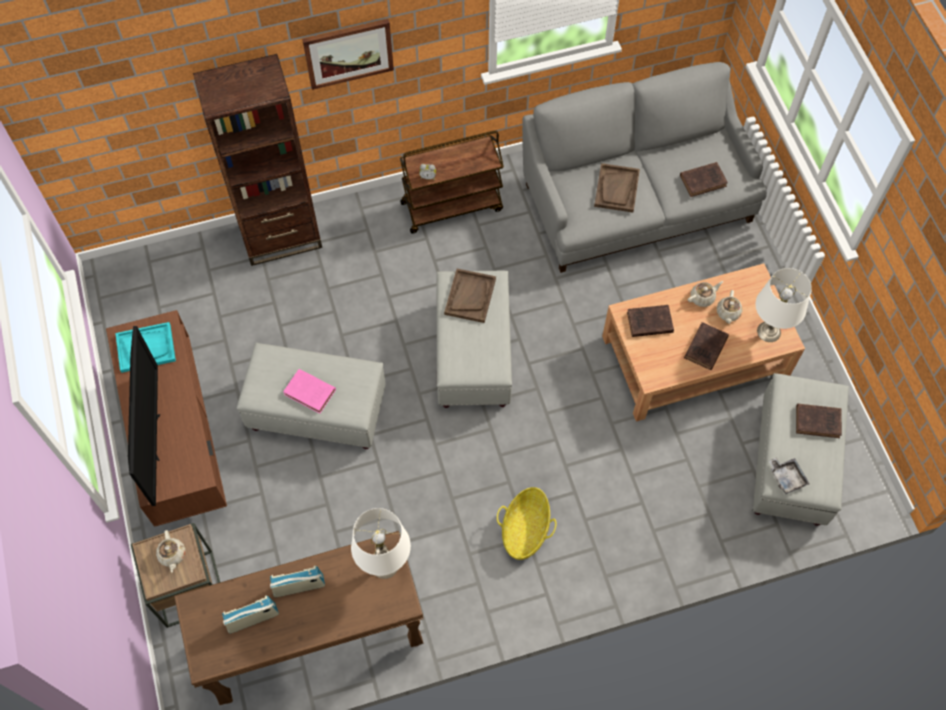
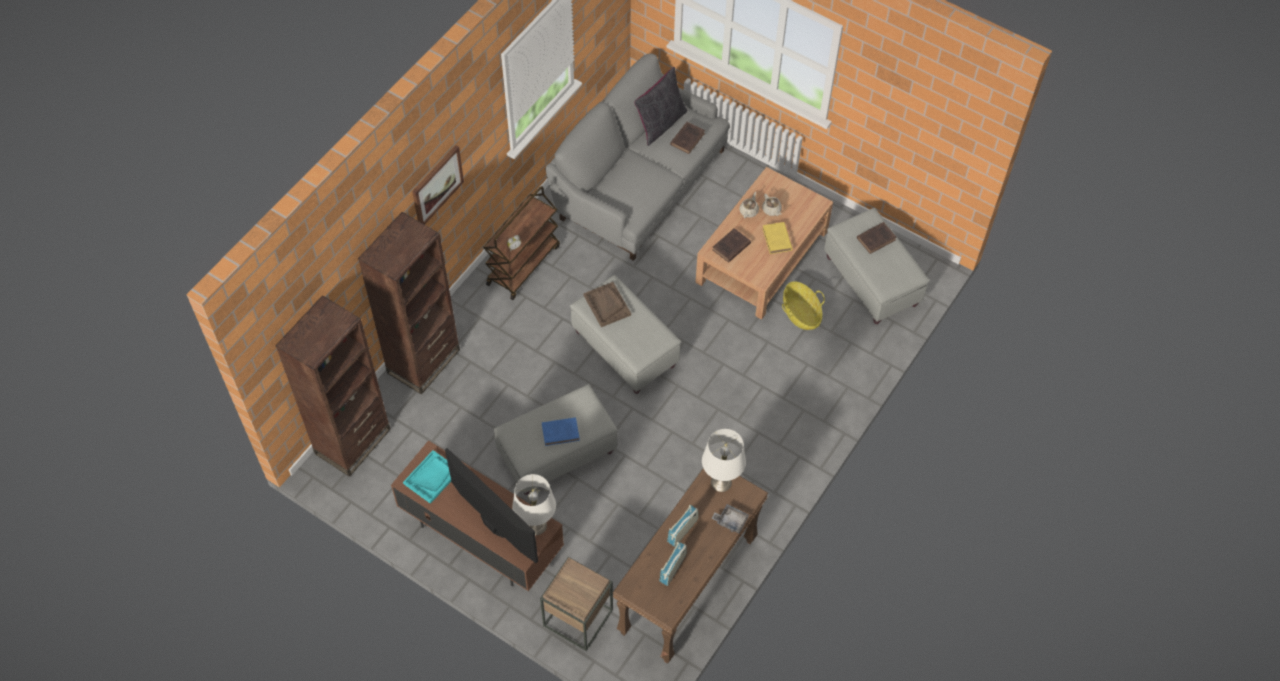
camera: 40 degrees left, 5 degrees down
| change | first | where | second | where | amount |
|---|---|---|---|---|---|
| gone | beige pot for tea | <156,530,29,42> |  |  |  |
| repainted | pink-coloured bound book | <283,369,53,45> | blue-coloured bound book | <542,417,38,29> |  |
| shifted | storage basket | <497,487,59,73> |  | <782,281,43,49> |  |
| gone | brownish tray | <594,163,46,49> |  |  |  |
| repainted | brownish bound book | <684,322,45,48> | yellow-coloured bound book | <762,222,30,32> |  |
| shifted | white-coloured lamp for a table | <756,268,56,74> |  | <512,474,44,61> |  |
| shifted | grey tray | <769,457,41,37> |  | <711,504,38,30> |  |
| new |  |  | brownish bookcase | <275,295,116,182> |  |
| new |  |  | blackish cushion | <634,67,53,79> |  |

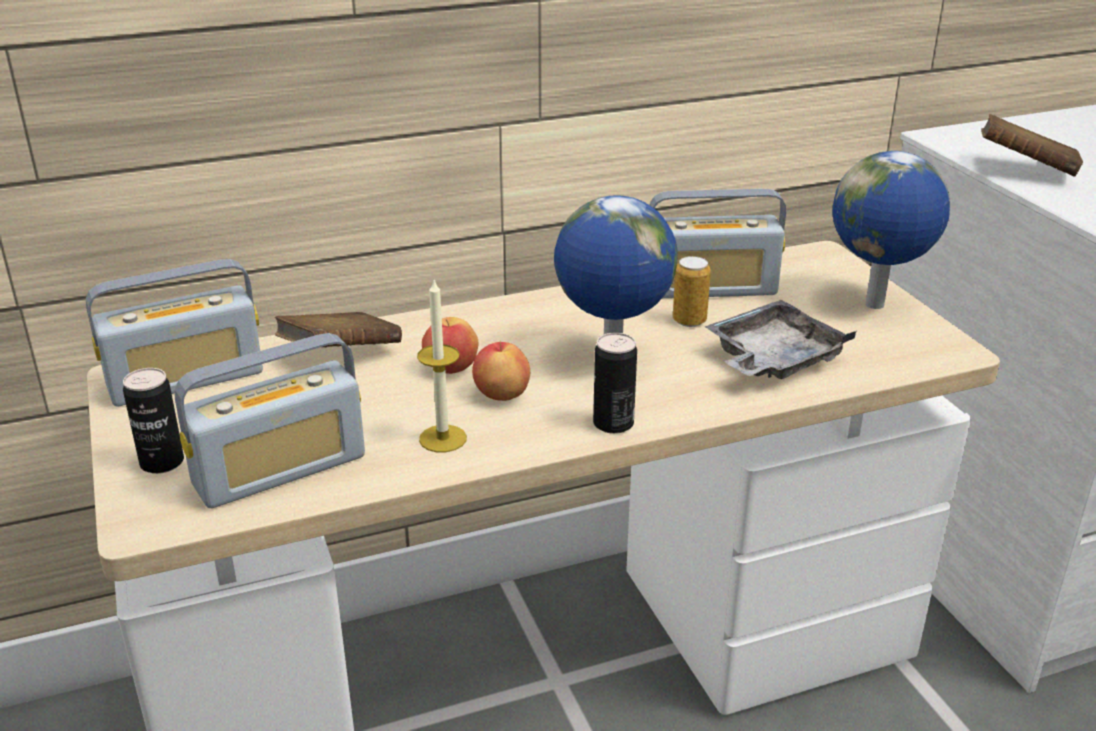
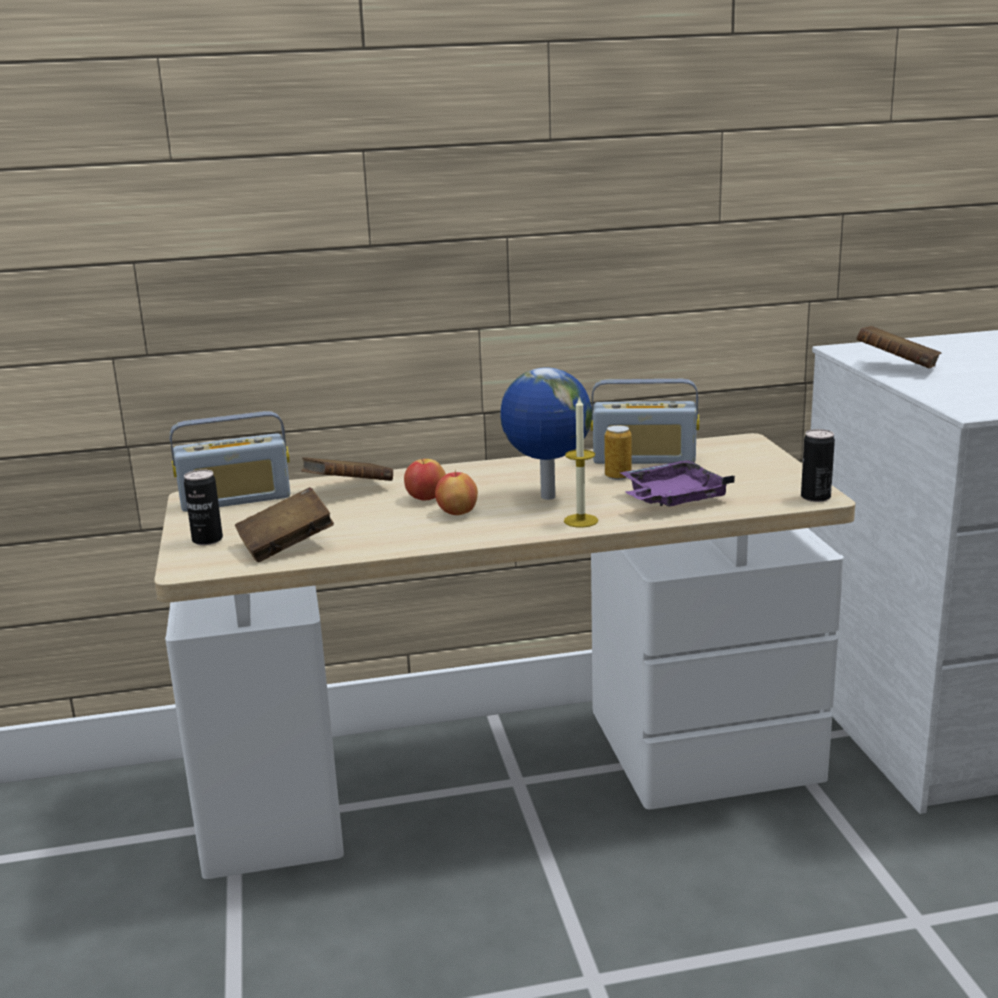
camera: 10 degrees right, 10 degrees down
| change | first | where | second | where | amount |
|---|---|---|---|---|---|
| swapped | radio receiver | <175,333,190,175> | brownish bound book | <235,487,99,75> |  |
| shifted | candle | <417,280,50,172> |  | <564,396,34,132> |  |
| shifted | sealed can | <593,333,44,101> |  | <801,429,34,73> |  |
| repainted | grey tray | <705,300,151,79> | purple-coloured tray | <620,460,115,47> |  |
| gone | globe | <832,151,118,158> |  |  |  |

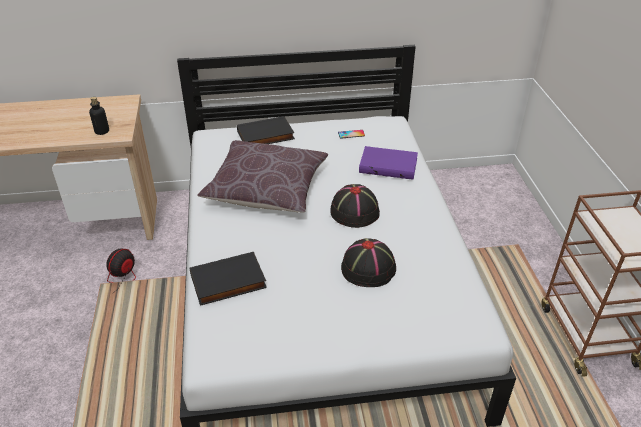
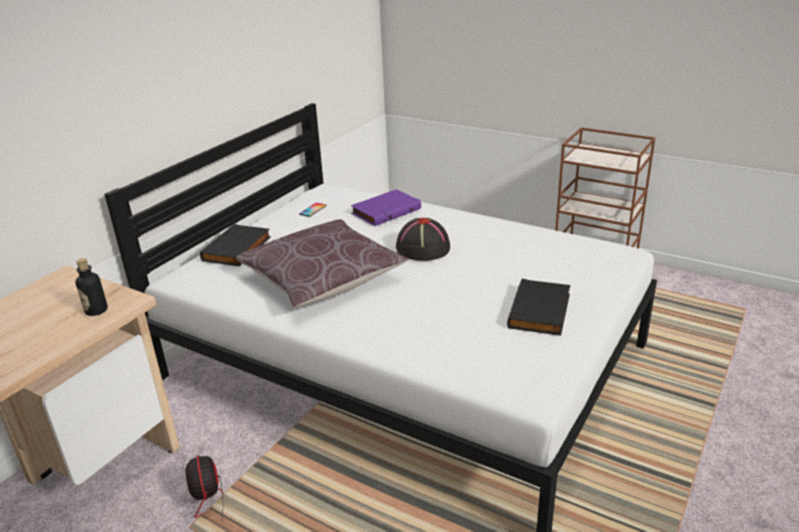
camera: 50 degrees left, 10 degrees down
| change | first | where | second | where | amount |
|---|---|---|---|---|---|
| shifted | blackish bound book | <189,252,78,54> |  | <507,279,63,57> |  |
| gone | blackish clothing hat | <341,238,55,49> |  |  |  |

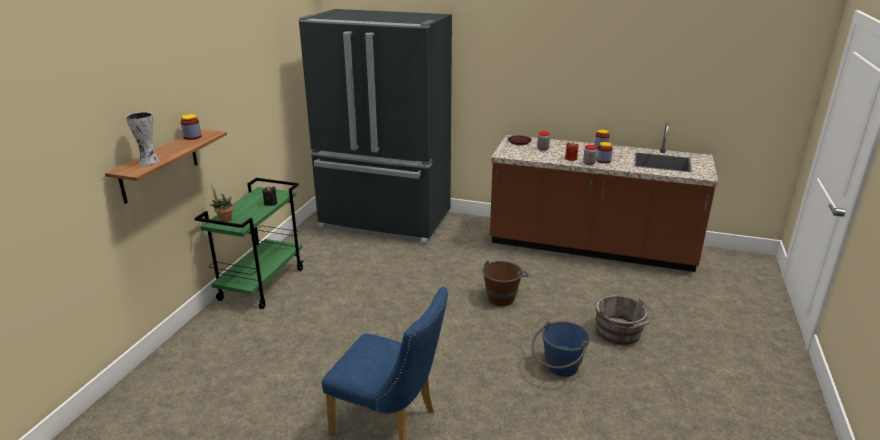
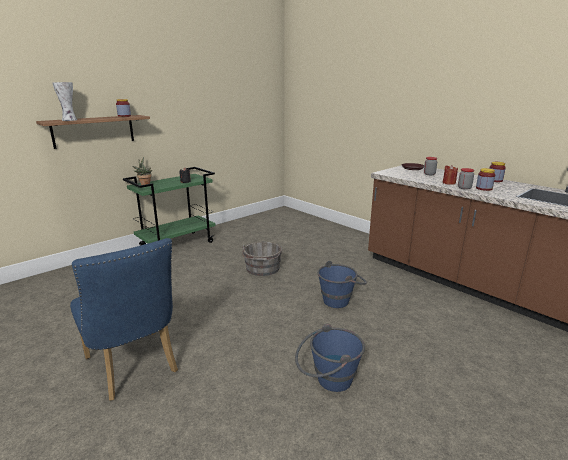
camera: 30 degrees right, 5 degrees down
| change | first | where | second | where | amount |
|---|---|---|---|---|---|
| gone | blackish refrigerator | <298,9,154,236> |  |  |  |
| repainted | brownish bucket | <482,260,47,46> | blue-coloured bucket | <317,261,50,47> |  |
| shifted | grey bucket | <595,295,59,50> |  | <242,242,41,34> |  |

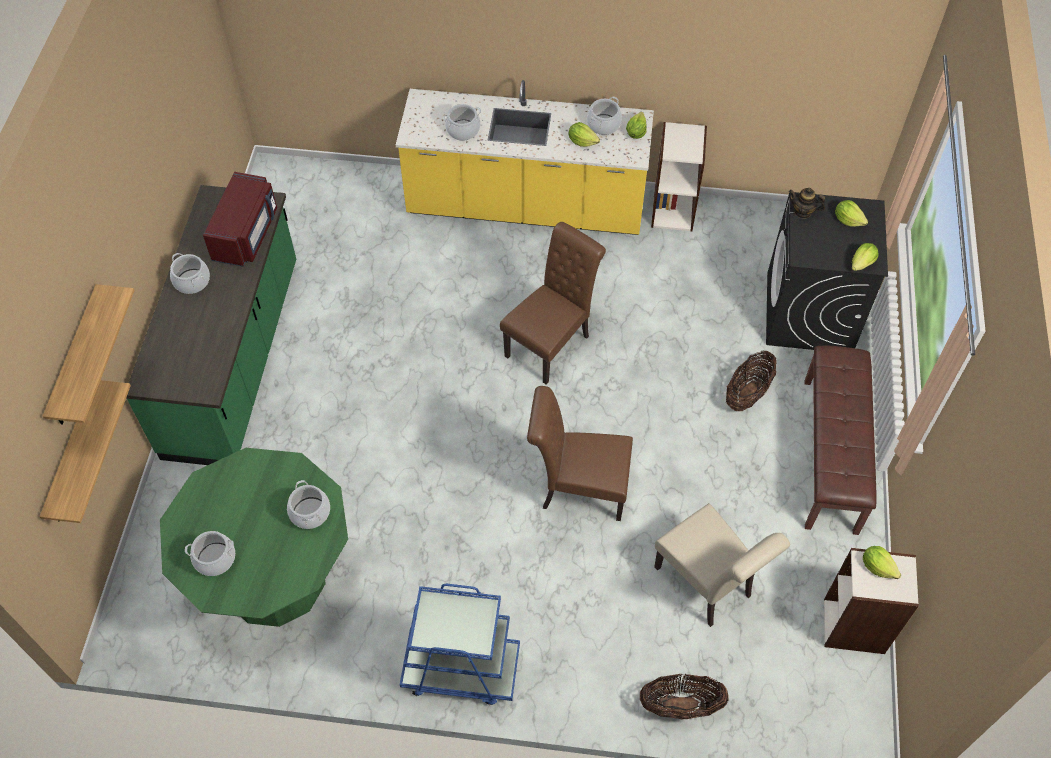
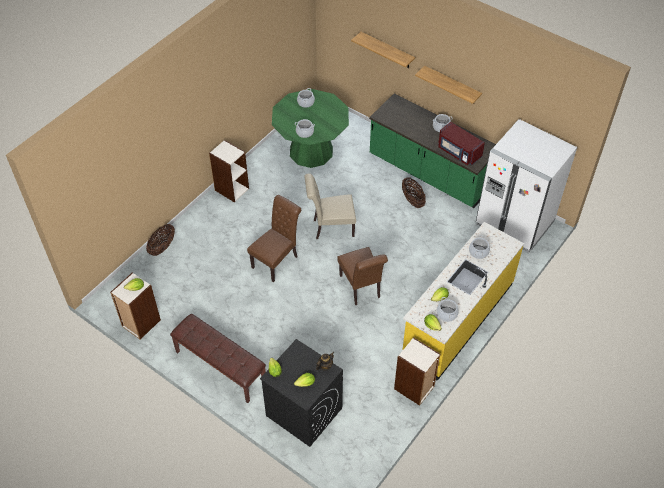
camera: 120 degrees right, 5 degrees down
| change | first | where | second | where | amount |
|---|---|---|---|---|---|
| shifted | wall shelf | <40,380,91,143> |  | <415,66,67,38> |  |
| swapped | blue-coloured trolley | <400,584,120,121> | bookcase | <209,140,40,62> |  |
| shifted | beige chair | <654,503,136,124> |  | <304,173,52,66> |  |
| shifted | storage basket | <726,351,51,60> |  | <402,178,24,30> |  |
| new |  |  | white-coloured refrigerator | <476,119,101,134> |  |

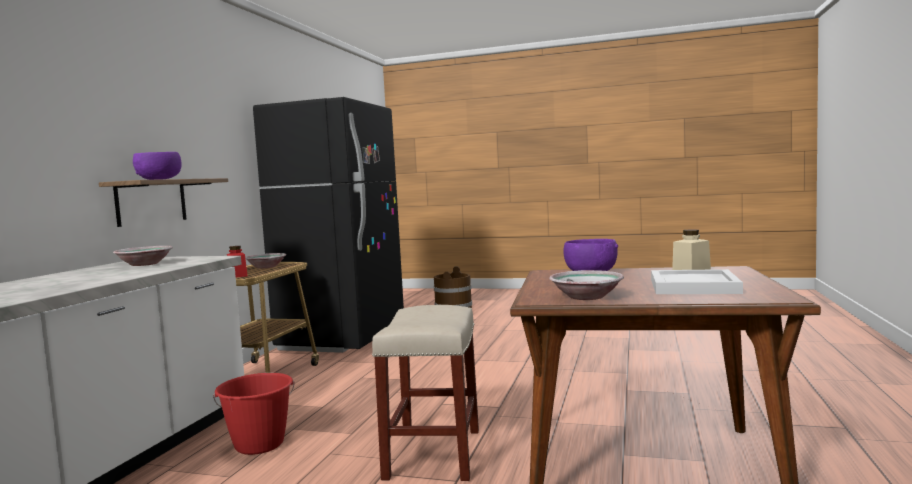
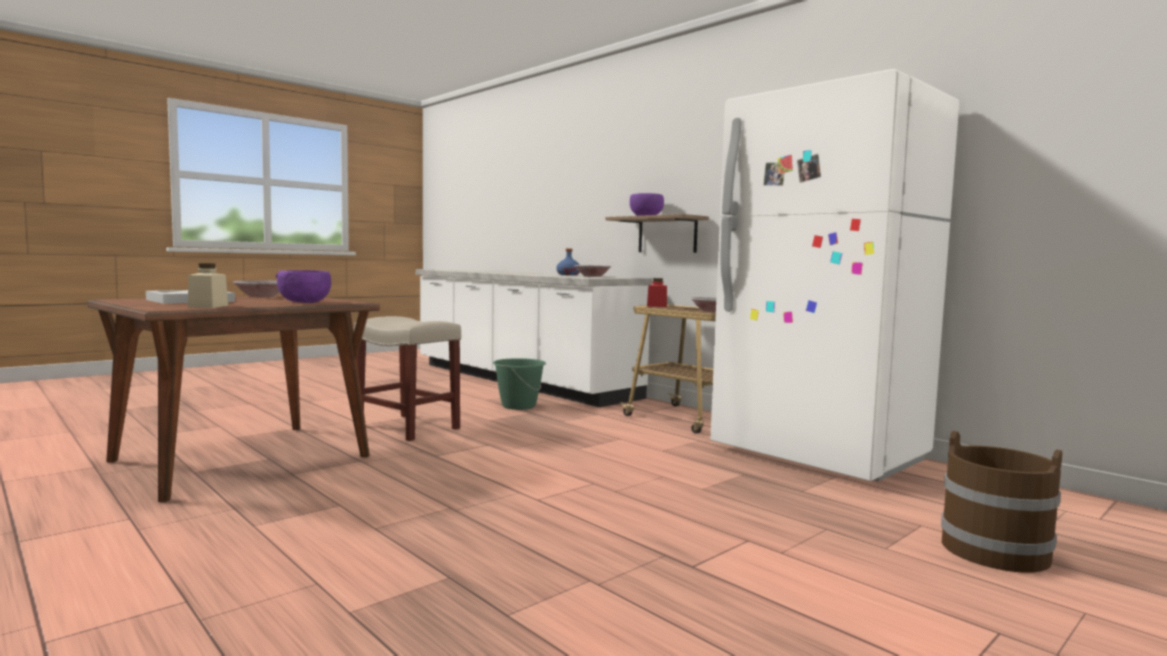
camera: 120 degrees right, 0 degrees up
| change | first | where | second | where | amount |
|---|---|---|---|---|---|
| repainted | red bucket | <213,373,82,82> | green-coloured bucket | <493,358,53,52> |  |
| repainted | blackish refrigerator | <253,97,151,256> | white-coloured refrigerator | <710,69,249,412> |  |
| new |  |  | blue-coloured beverage bottle | <556,248,24,27> |  |

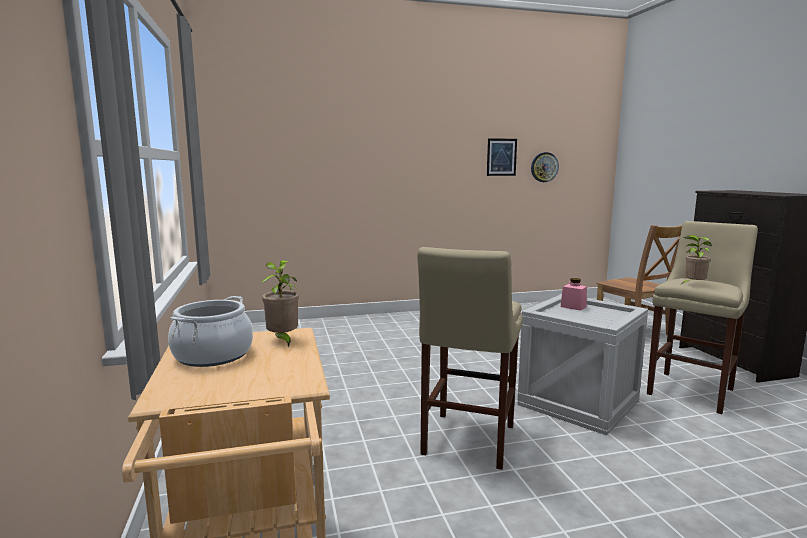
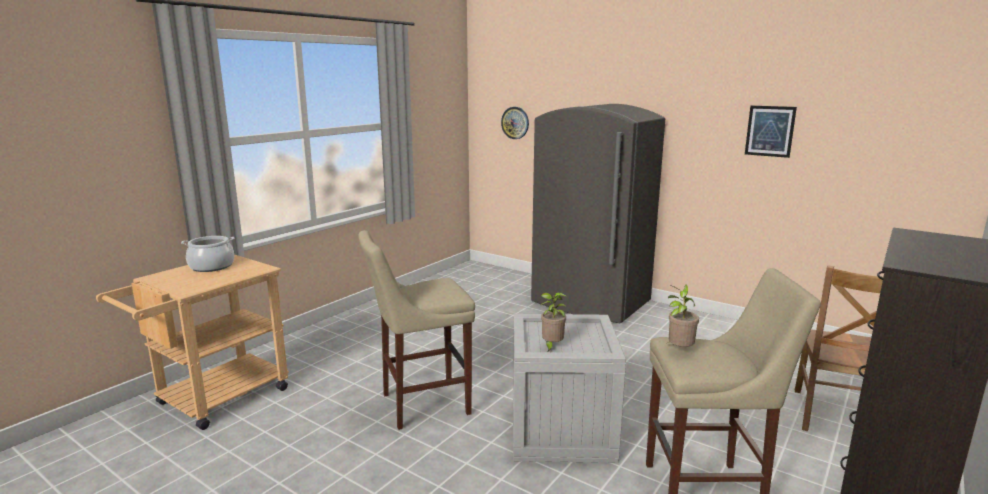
camera: 50 degrees right, 5 degrees up
| change | first | where | second | where | amount |
|---|---|---|---|---|---|
| shifted | houseplant | <261,260,38,87> |  | <540,292,27,61> |  |
| shifted | hanging clock | <531,152,28,30> |  | <501,107,28,32> |  |
| gone | pink-coloured storage jar | <561,278,26,33> |  |  |  |
| new |  |  | grey refrigerator | <531,104,134,219> |  |

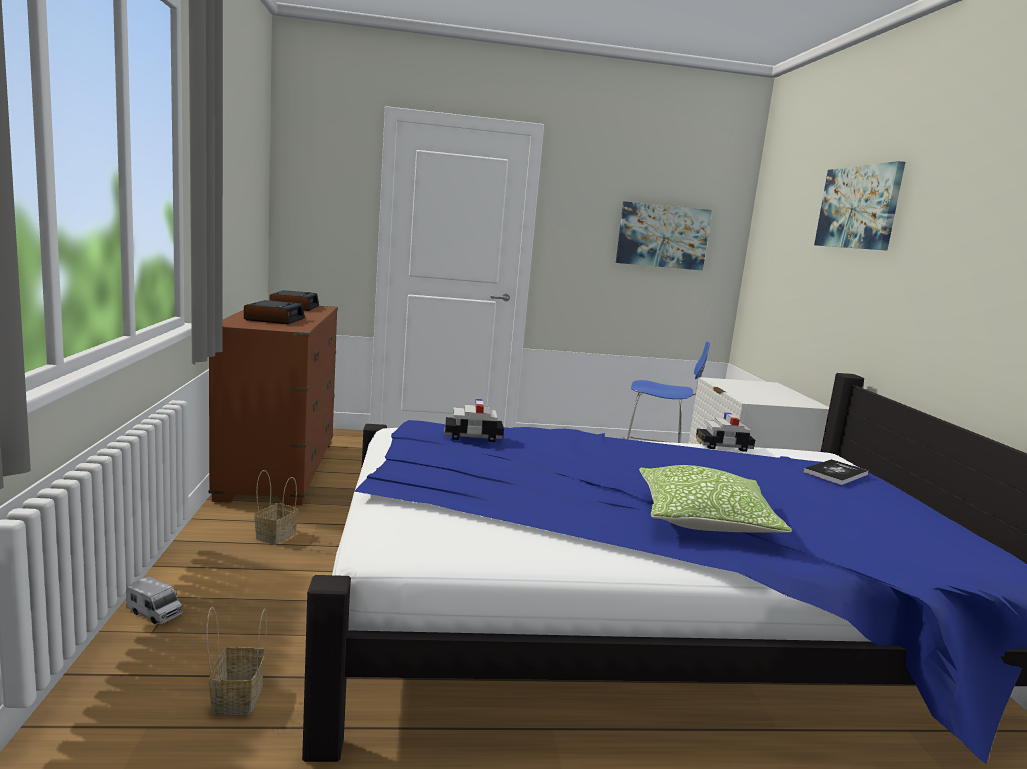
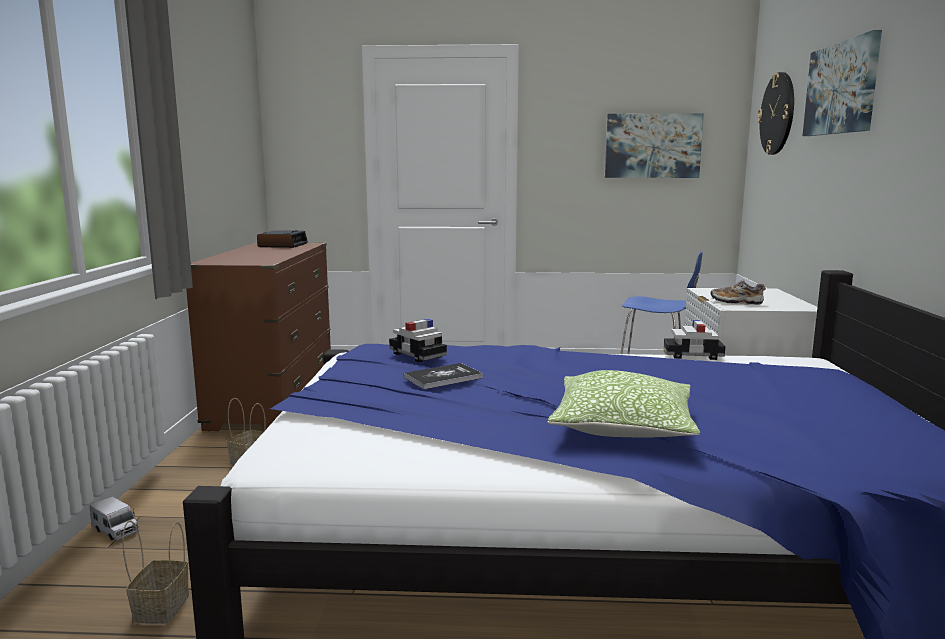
camera: 10 degrees right, 0 degrees up
| change | first | where | second | where | amount |
|---|---|---|---|---|---|
| gone | table clock | <244,300,61,24> |  |  |  |
| rotated | toy car | <444,399,60,43> |  | <389,319,58,44> | 45 degrees clockwise |
| shifted | bound book | <803,459,66,26> |  | <404,363,79,26> |  |
| new |  |  | shoe | <710,279,56,26> |  |
| new |  |  | hanging clock | <757,72,37,83> |  |

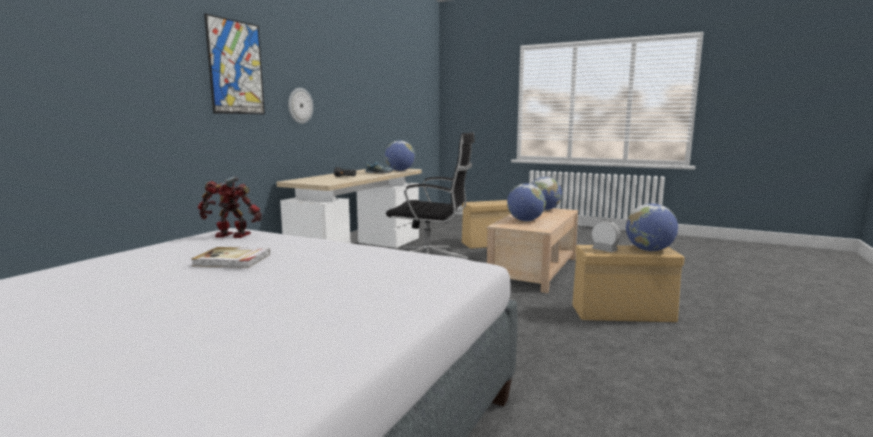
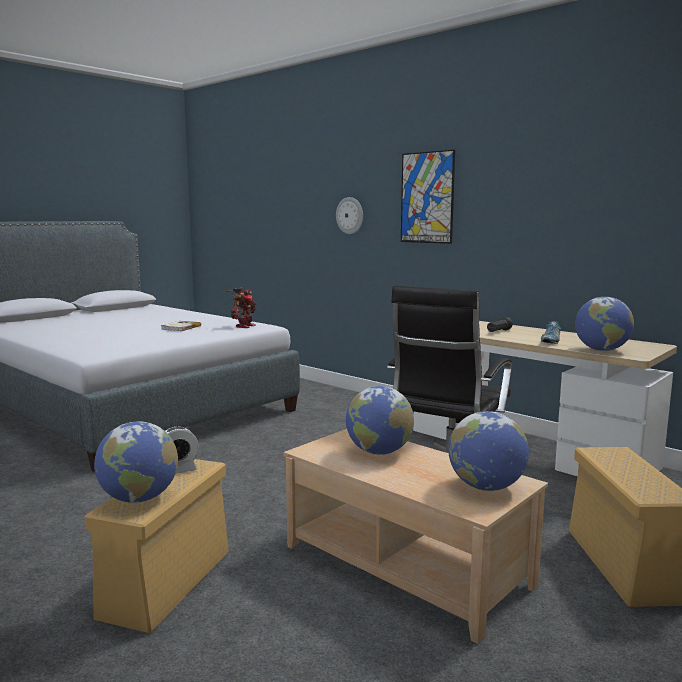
camera: 105 degrees right, 0 degrees up
| change | first | where | second | where | amount |
|---|---|---|---|---|---|
| shifted | hanging clock | <288,88,25,36> |  | <336,197,27,37> |  |

